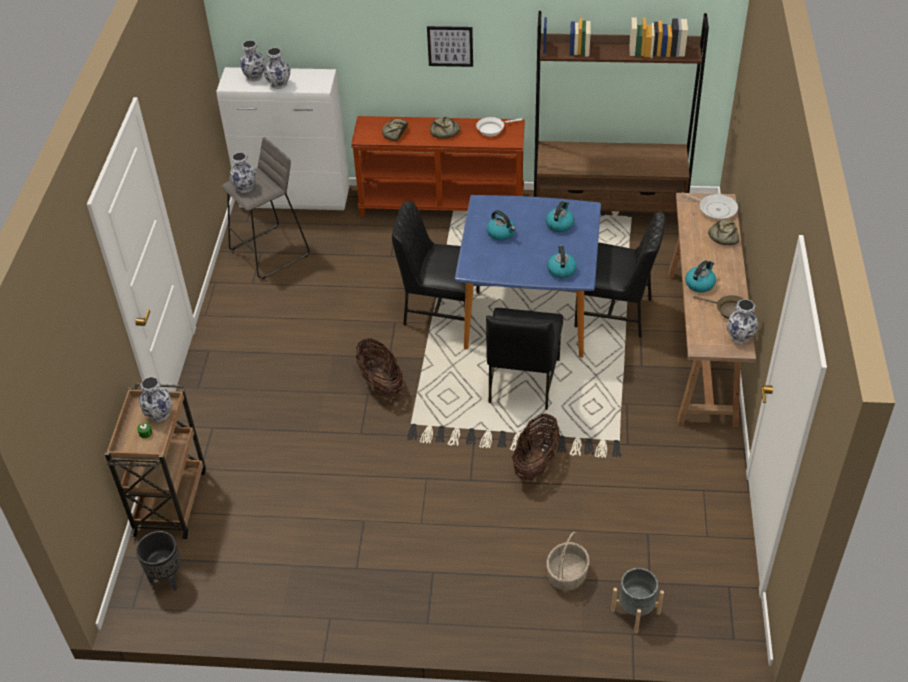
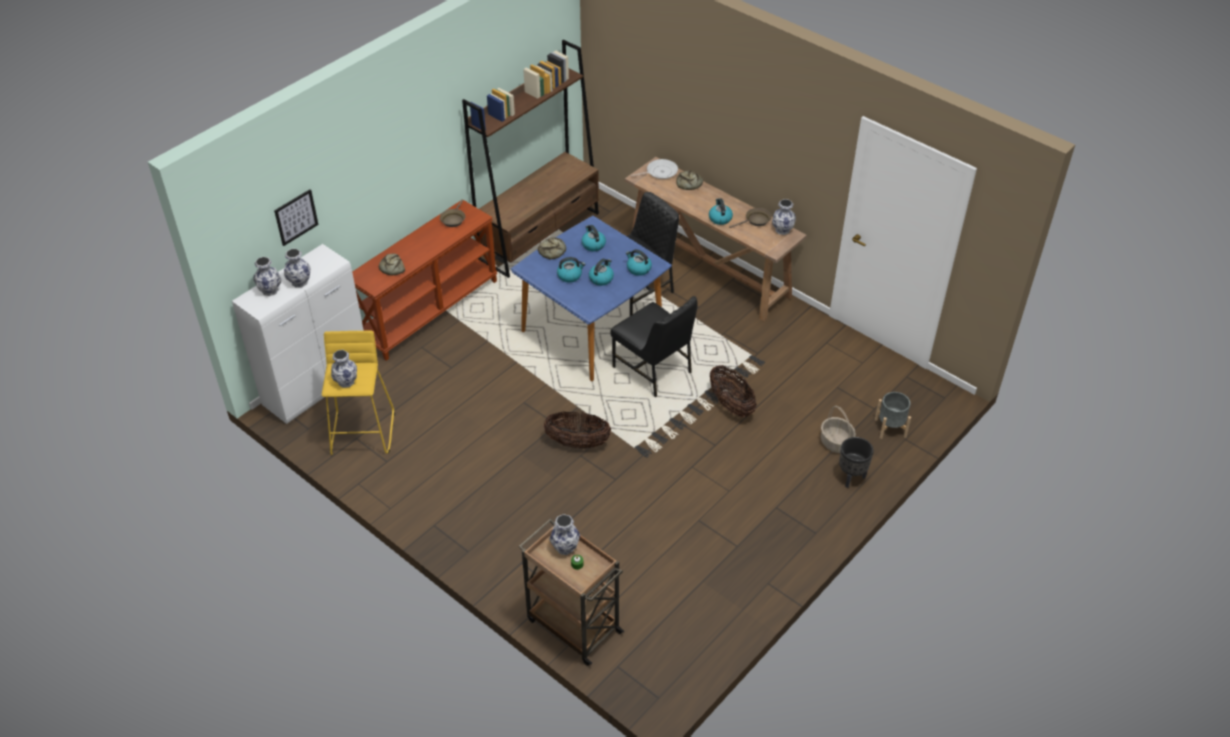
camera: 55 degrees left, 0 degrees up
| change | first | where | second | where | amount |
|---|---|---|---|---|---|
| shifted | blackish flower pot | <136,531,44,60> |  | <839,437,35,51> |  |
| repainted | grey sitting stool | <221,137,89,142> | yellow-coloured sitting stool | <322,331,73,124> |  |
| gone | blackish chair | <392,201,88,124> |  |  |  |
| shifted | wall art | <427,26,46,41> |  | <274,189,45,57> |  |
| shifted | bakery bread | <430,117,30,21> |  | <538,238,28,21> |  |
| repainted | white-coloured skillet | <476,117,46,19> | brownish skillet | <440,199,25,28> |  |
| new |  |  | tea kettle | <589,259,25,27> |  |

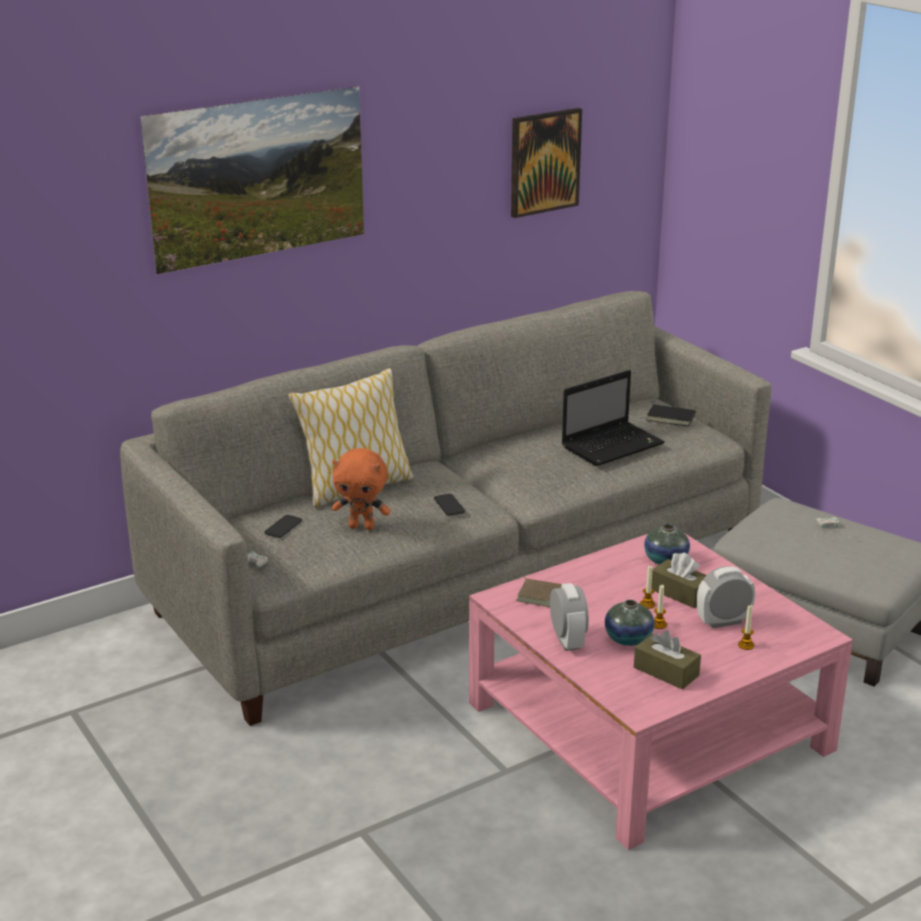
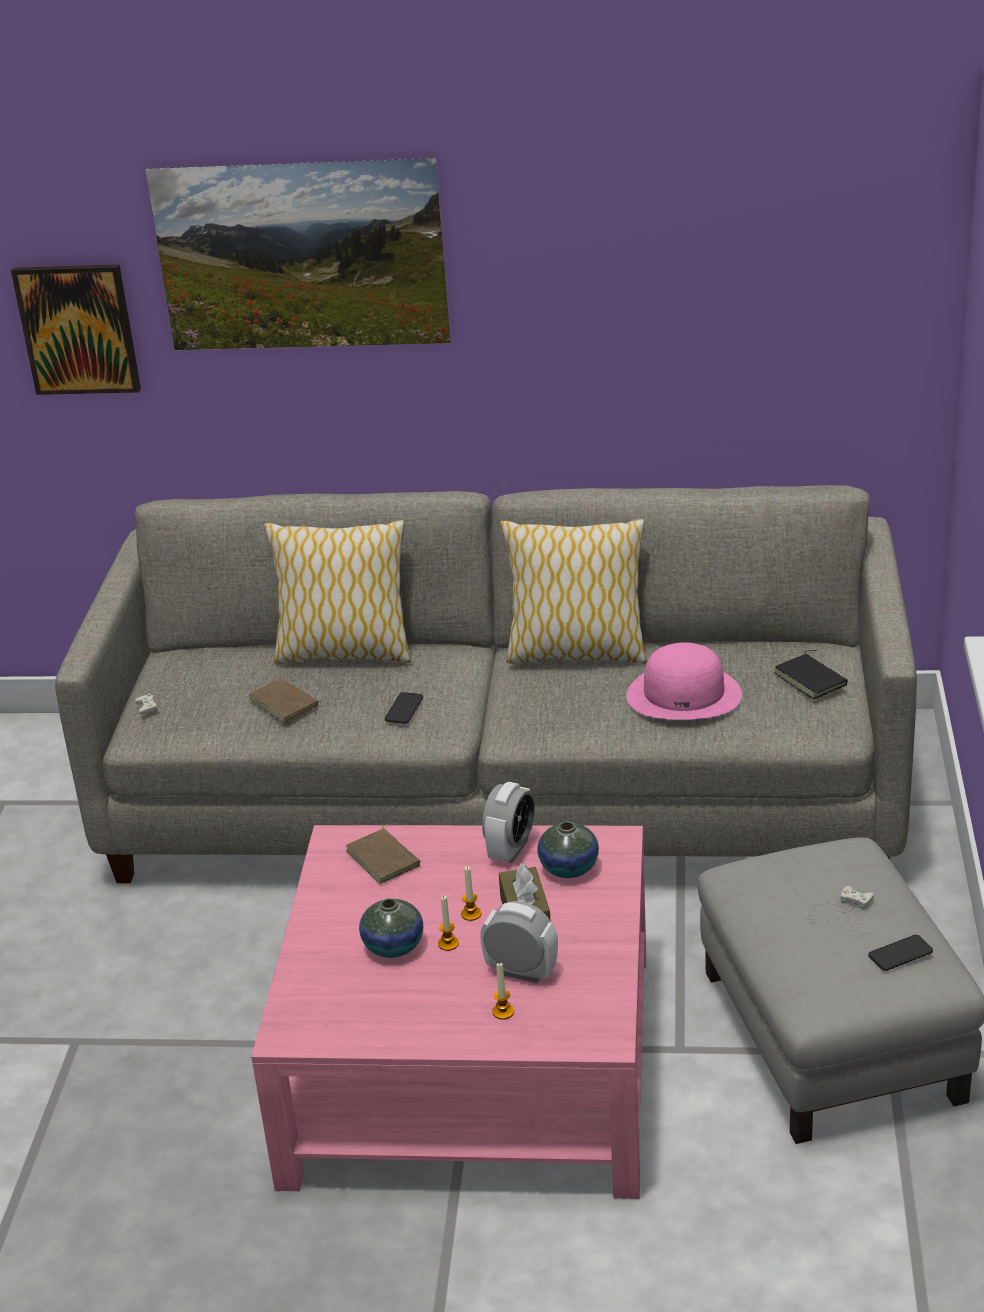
camera: 40 degrees right, 5 degrees up
| change | first | where | second | where | amount |
|---|---|---|---|---|---|
| shifted | handset | <264,515,38,23> |  | <869,935,64,36> |  |
| swapped | orangey soft toy | <332,448,58,82> | brownish bound book | <249,673,69,50> |  |
| shifted | wall art | <511,108,71,110> |  | <11,264,130,131> |  |
| shifted | table clock | <550,583,39,68> |  | <482,781,53,82> |  |
| swapped | portable computer | <562,370,103,96> | pink-coloured clothing hat | <626,643,116,77> |  |
| gone | brownish tissue box | <634,630,67,60> |  |  |  |
| new |  |  | cushion | <501,519,146,145> |  |

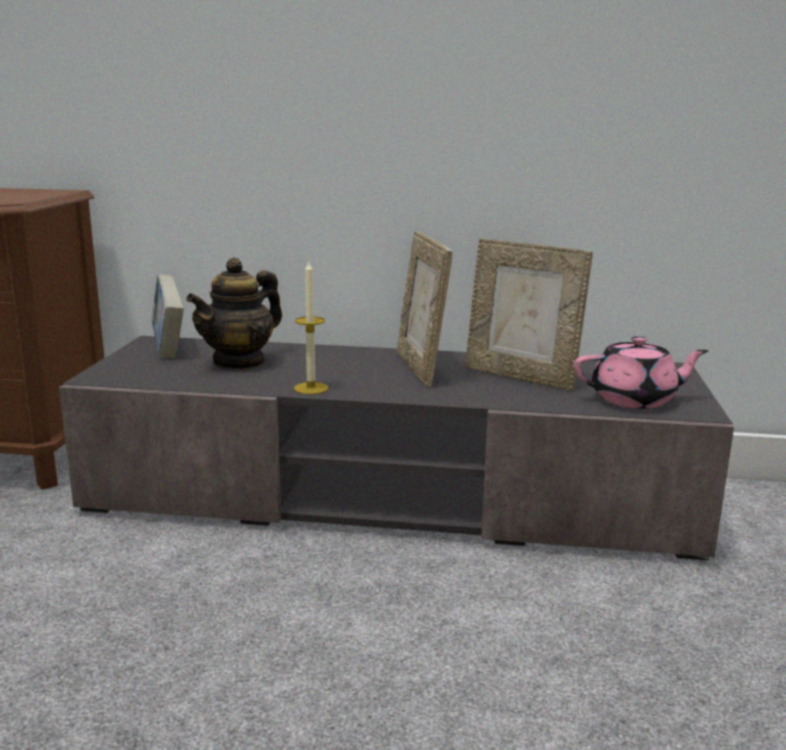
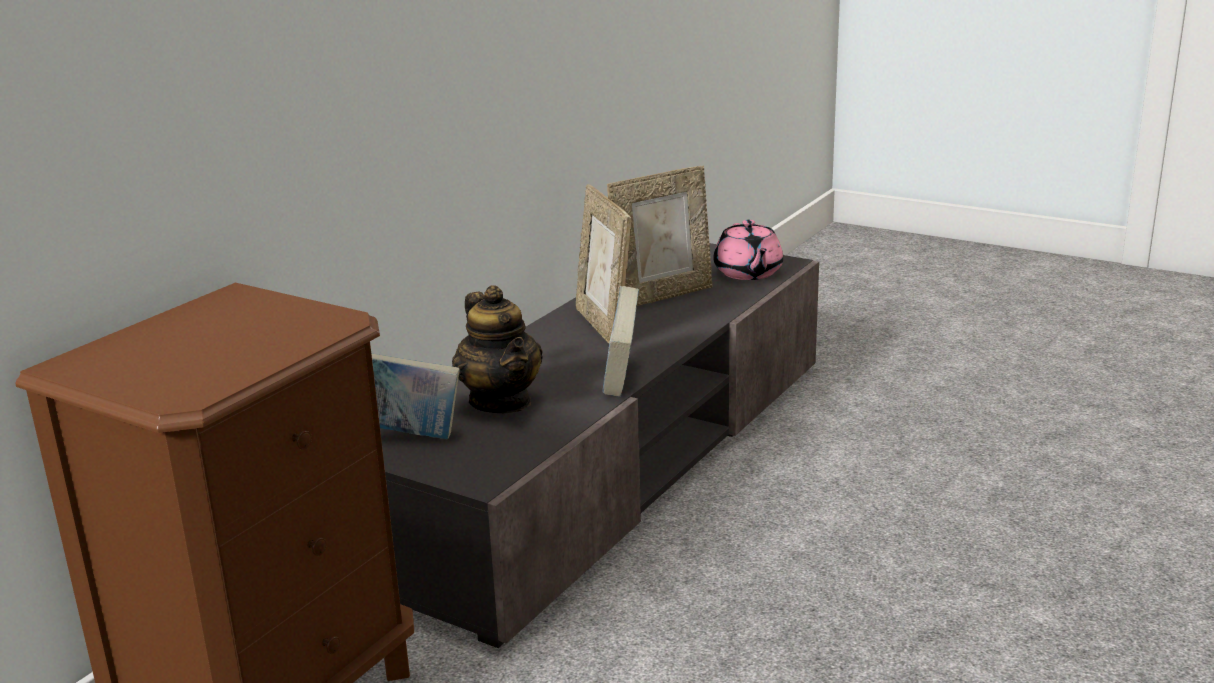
camera: 65 degrees left, 5 degrees up
| change | first | where | second | where | amount |
|---|---|---|---|---|---|
| swapped | candle | <294,260,34,134> | bound book | <603,286,36,111> |  |
| rotated | photo frame | <397,231,55,156> |  | <576,185,55,158> | 60 degrees clockwise |
| rotated | pink-coloured pot for tea | <574,336,135,73> |  | <713,220,70,60> | 150 degrees clockwise |

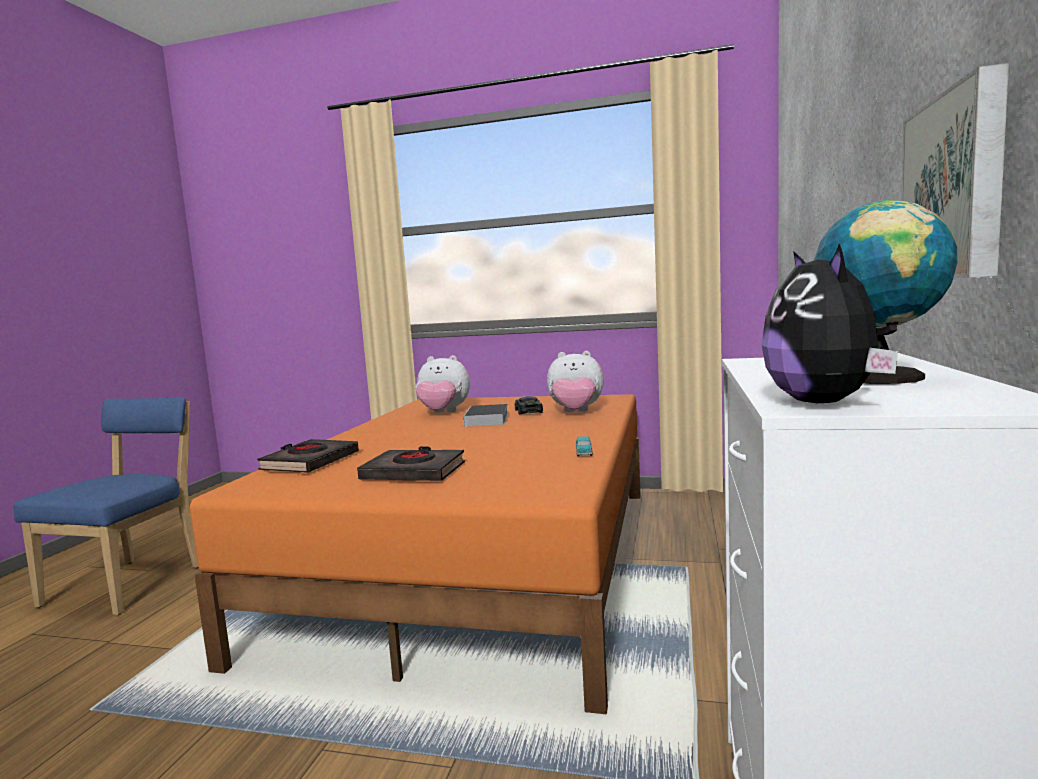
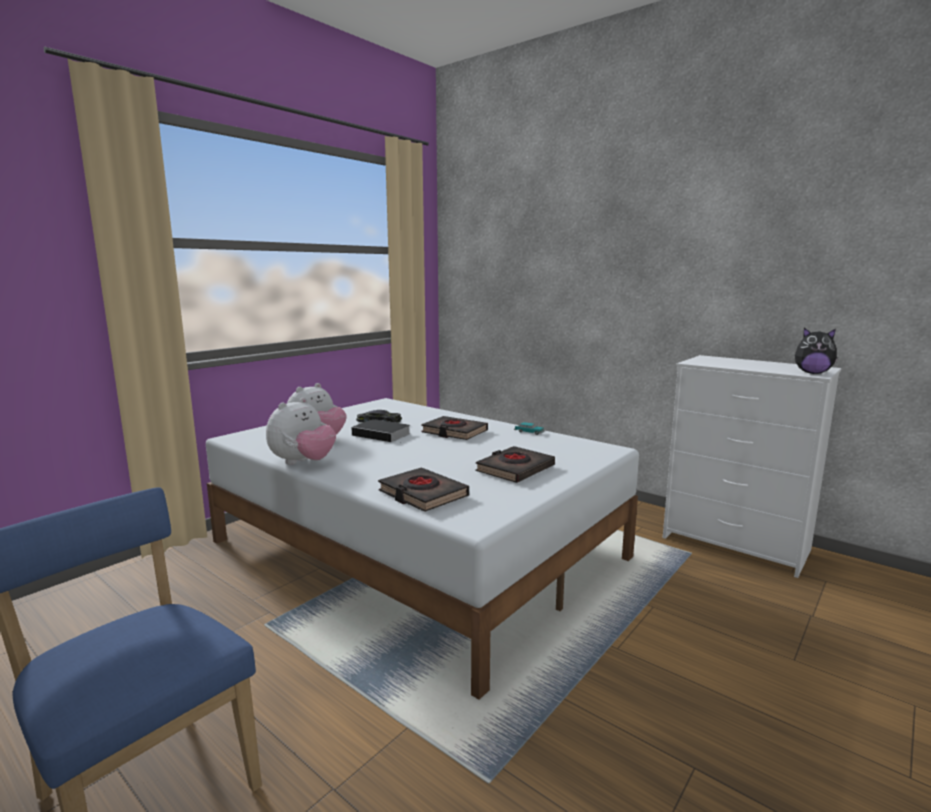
camera: 65 degrees left, 5 degrees up
| change | first | where | second | where | amount |
|---|---|---|---|---|---|
| repainted | orangey sleeping bed | <190,394,451,320> | white-coloured sleeping bed | <206,398,433,302> |  |
| shifted | soft toy | <547,351,57,61> |  | <266,398,70,67> |  |
| gone | globe | <814,200,143,184> |  |  |  |
| gone | wall art | <901,62,108,216> |  |  |  |
| new |  |  | blackish bound book | <421,416,67,24> |  |

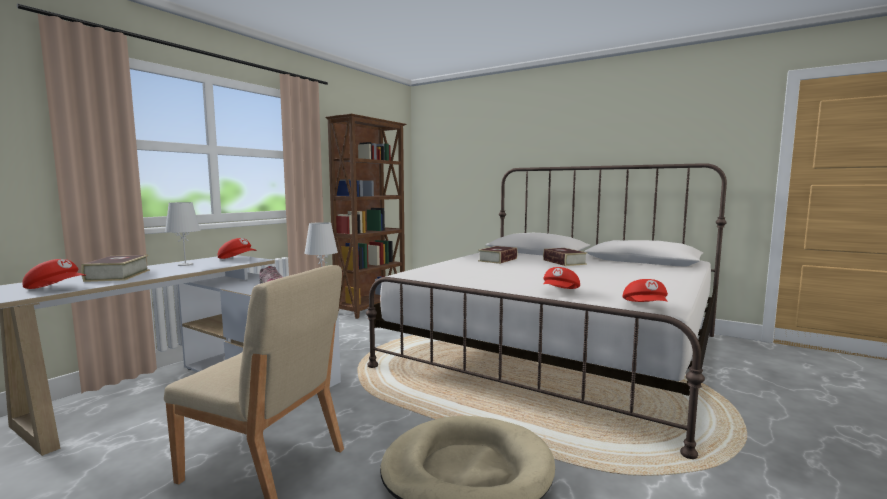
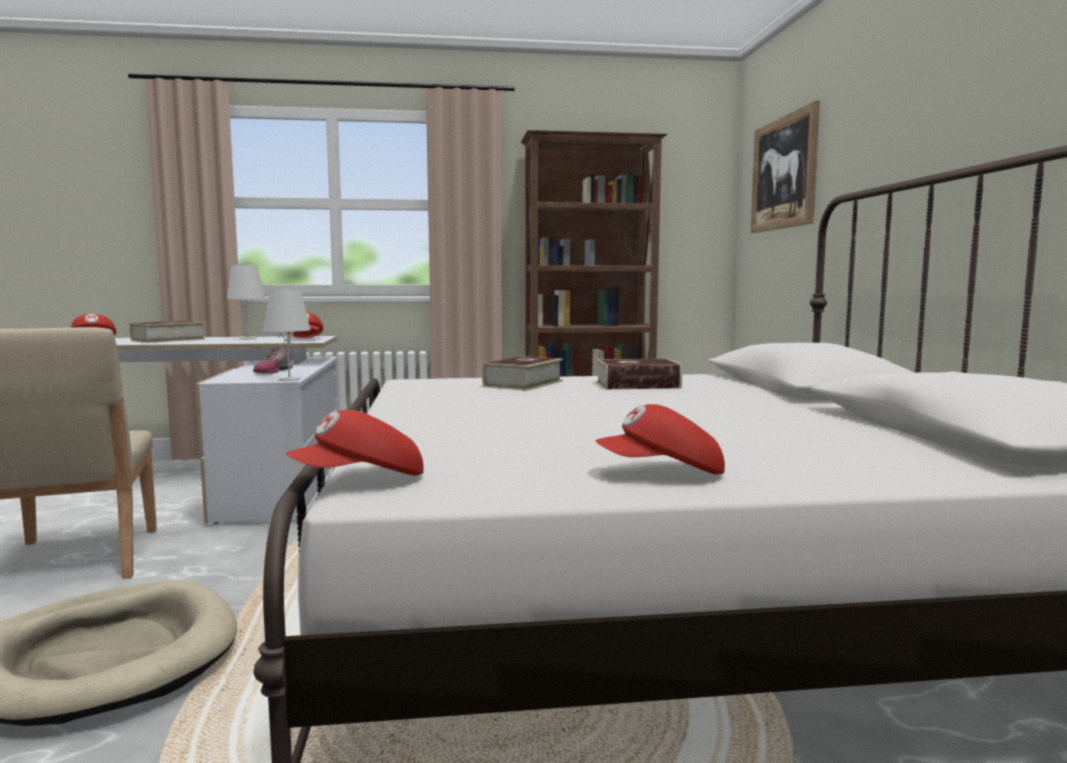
camera: 50 degrees right, 0 degrees up
| change | first | where | second | where | amount |
|---|---|---|---|---|---|
| shifted | bound book | <543,248,45,18> |  | <482,356,81,35> |  |
| shifted | red cap | <543,267,37,22> |  | <595,404,130,70> |  |
| new |  |  | wall art | <751,100,69,133> |  |

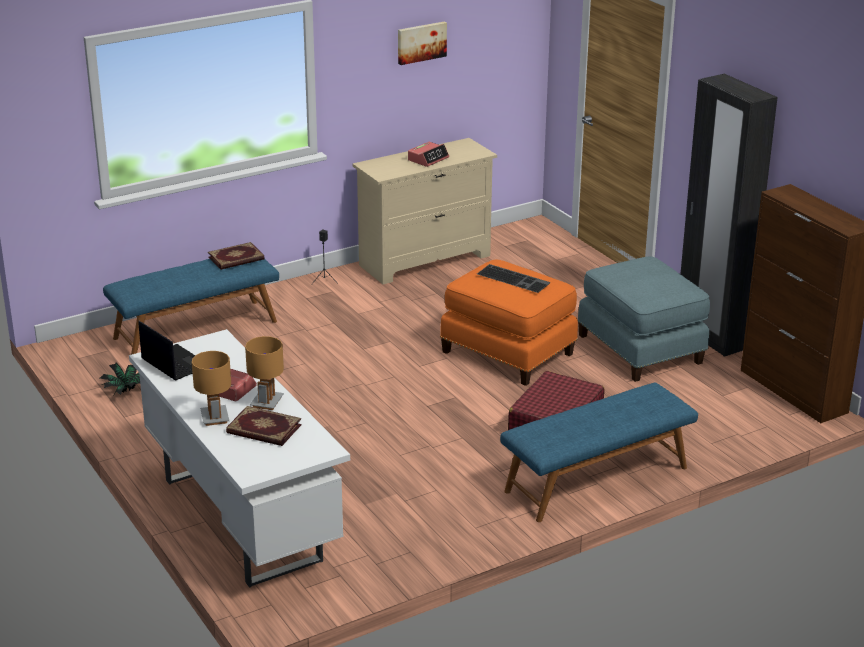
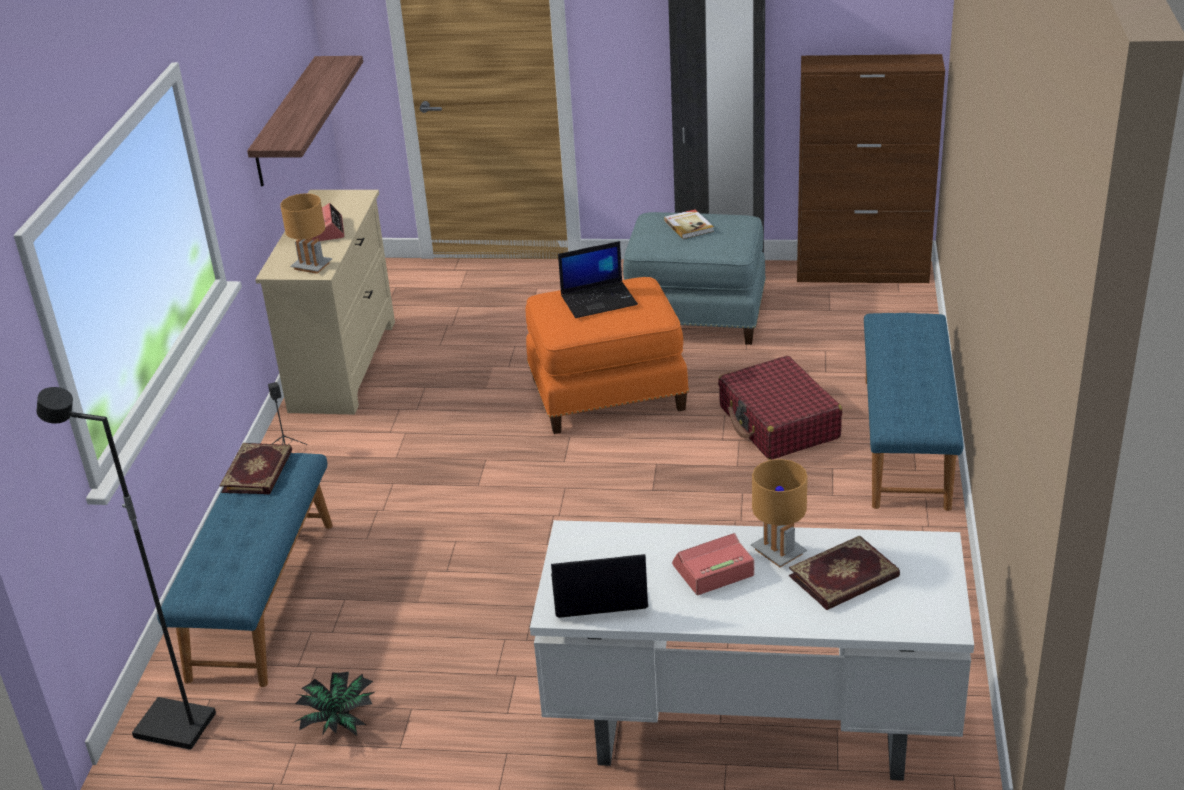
camera: 50 degrees left, 5 degrees up
| change | first | where | second | where | amount |
|---|---|---|---|---|---|
| shifted | brownish lamp for a table | <192,351,39,75> |  | <280,193,52,81> |  |
| gone | wall art | <398,22,49,43> |  |  |  |
| swapped | keyboard | <477,264,73,29> | portable computer | <558,241,80,77> |  |
| new |  |  | blackish standing lamp | <37,387,179,363> |  |
| new |  |  | wall shelf | <247,56,116,131> |  |
| new |  |  | bound book | <664,209,50,30> |  |

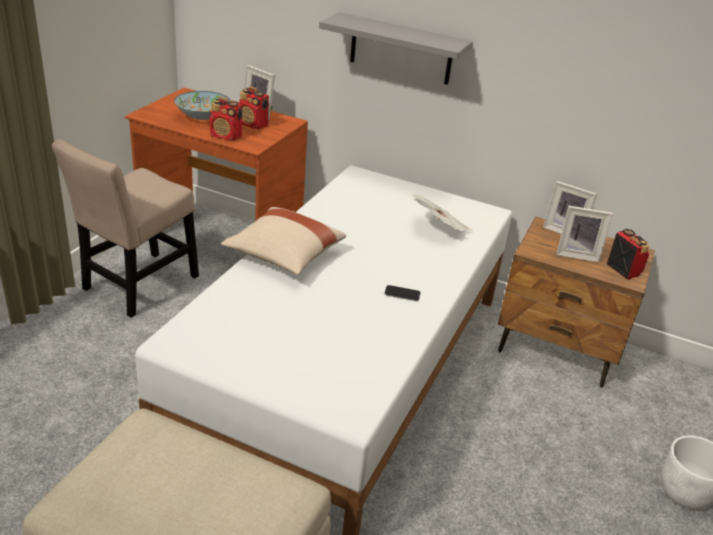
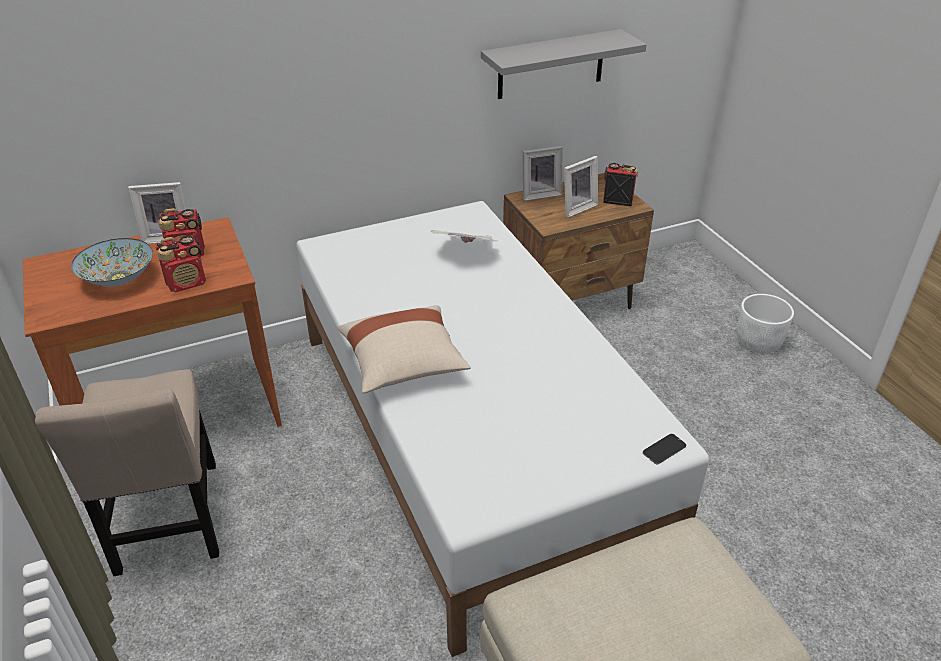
camera: 45 degrees left, 5 degrees up
| change | first | where | second | where | amount |
|---|---|---|---|---|---|
| shifted | grey wall shelf | <319,12,154,73> |  | <481,29,165,70> |  |
| shifted | handset | <384,285,37,16> |  | <643,434,43,30> |  |

